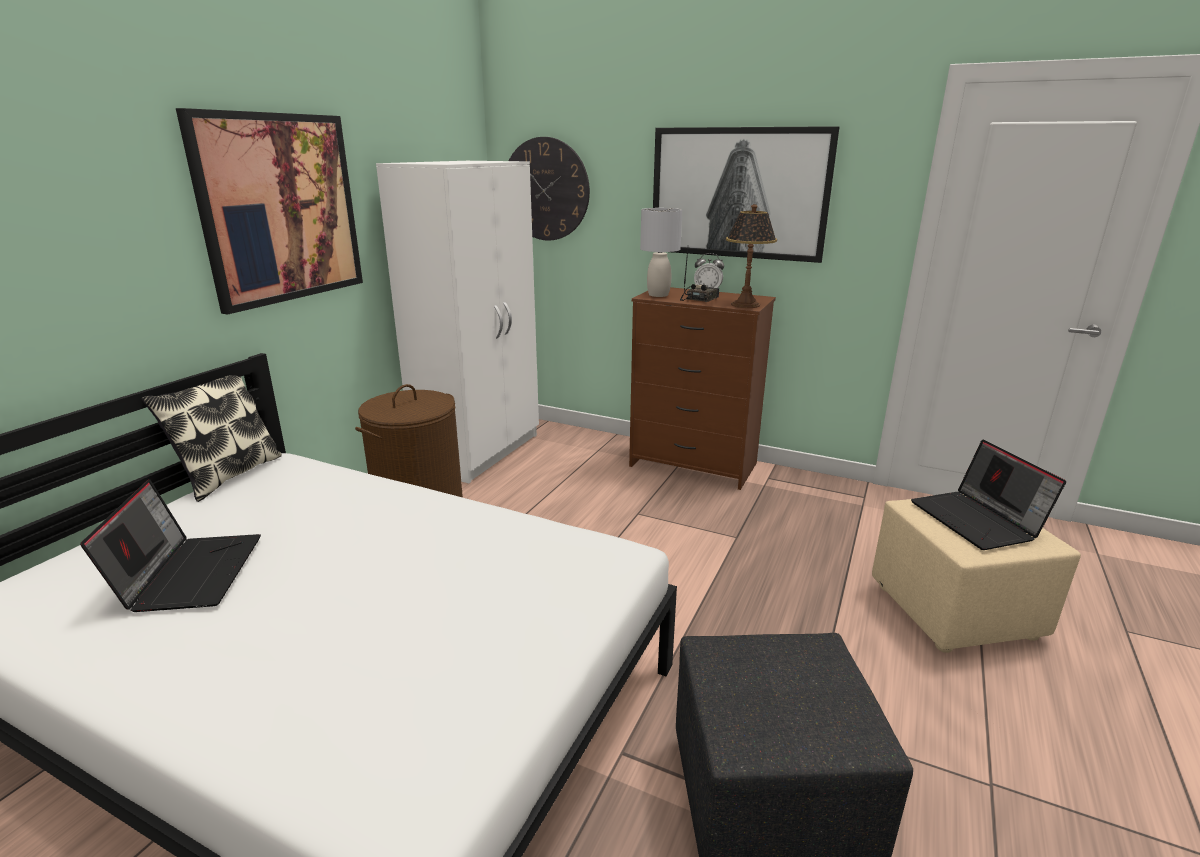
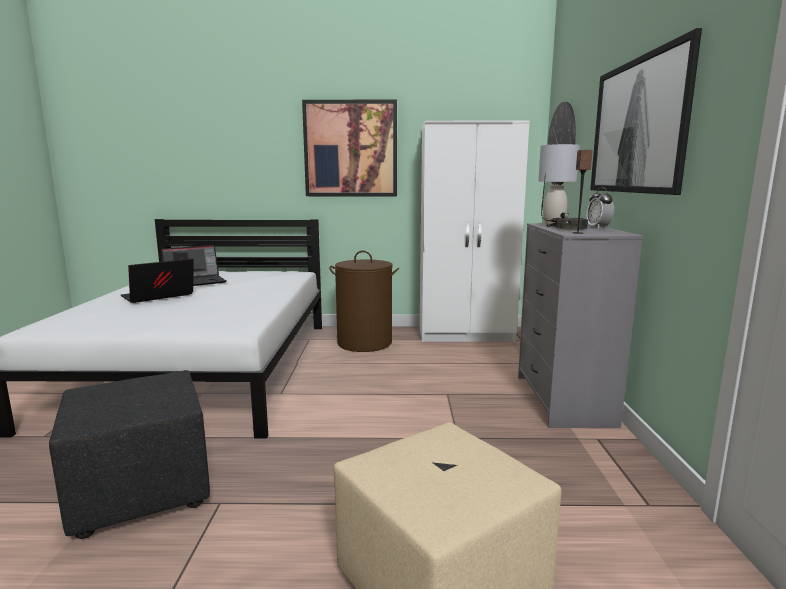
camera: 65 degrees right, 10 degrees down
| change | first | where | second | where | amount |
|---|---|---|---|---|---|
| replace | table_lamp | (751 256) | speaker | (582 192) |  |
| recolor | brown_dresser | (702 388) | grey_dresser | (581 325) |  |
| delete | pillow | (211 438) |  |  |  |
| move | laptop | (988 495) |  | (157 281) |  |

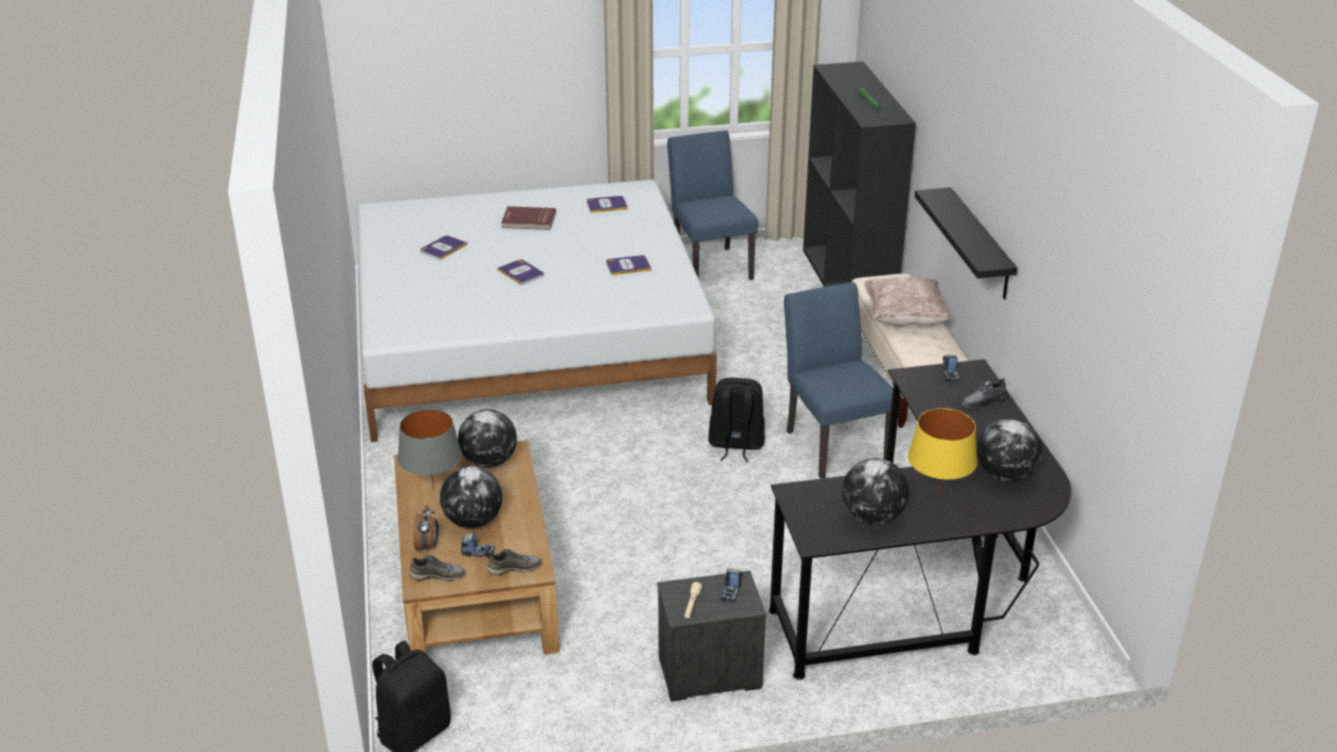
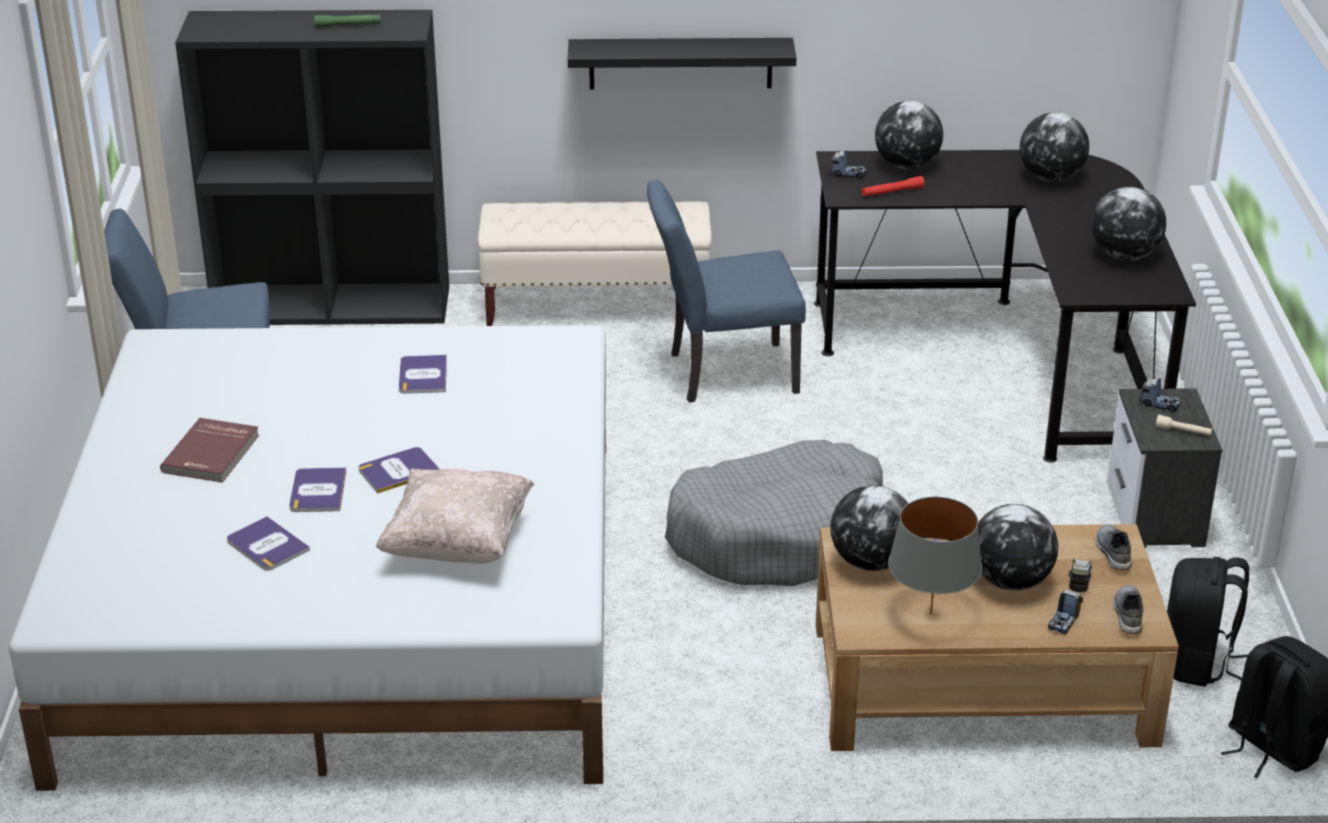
camera: 80 degrees left, 0 degrees up
| change | first | where | second | where | amount |
|---|---|---|---|---|---|
| move | book | (607 204) |  | (317 489) |  |
| move | beige_pillow | (907 301) |  | (455 516) |  |
| move | black_backpack | (736 420) |  | (1208 622) |  |
| replace | grey_shoe | (985 393) | globe | (909 135) |  |
| delete | yellow_table_lamp | (942 451) |  |  |  |
| replace | alarm_clock | (426 529) | toy_truck | (1065 611) |  |
| insert |  |  | red_flashlight | (893 186) |  |
| insert |  |  | grey_dog_bed | (774 513) |  |

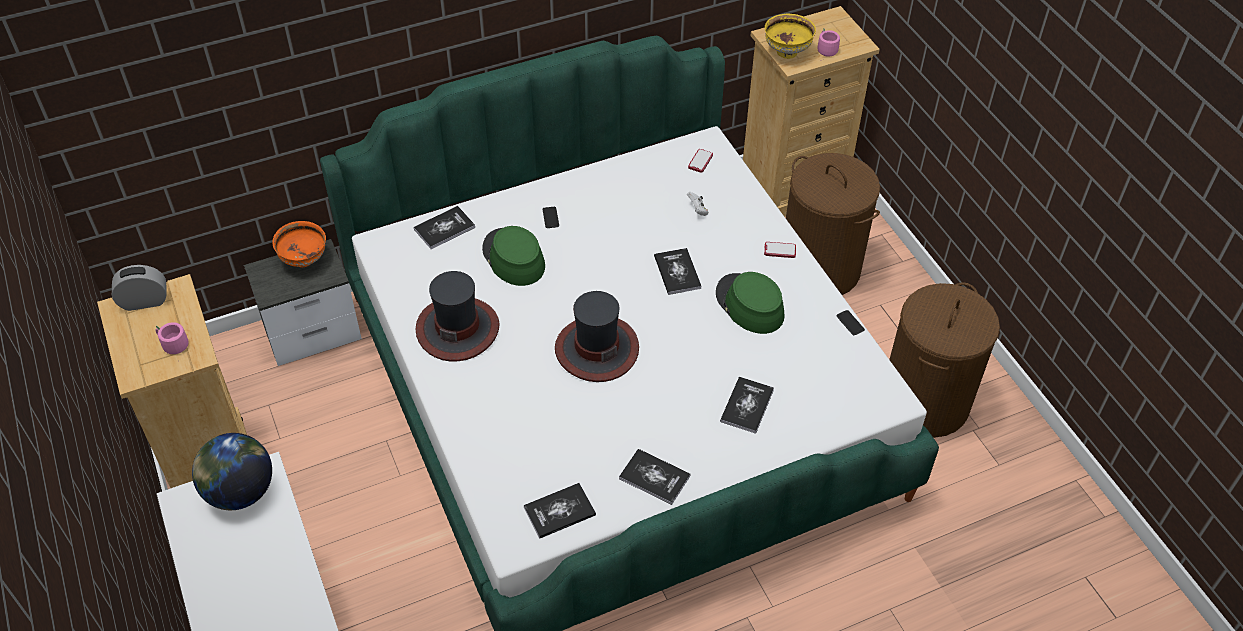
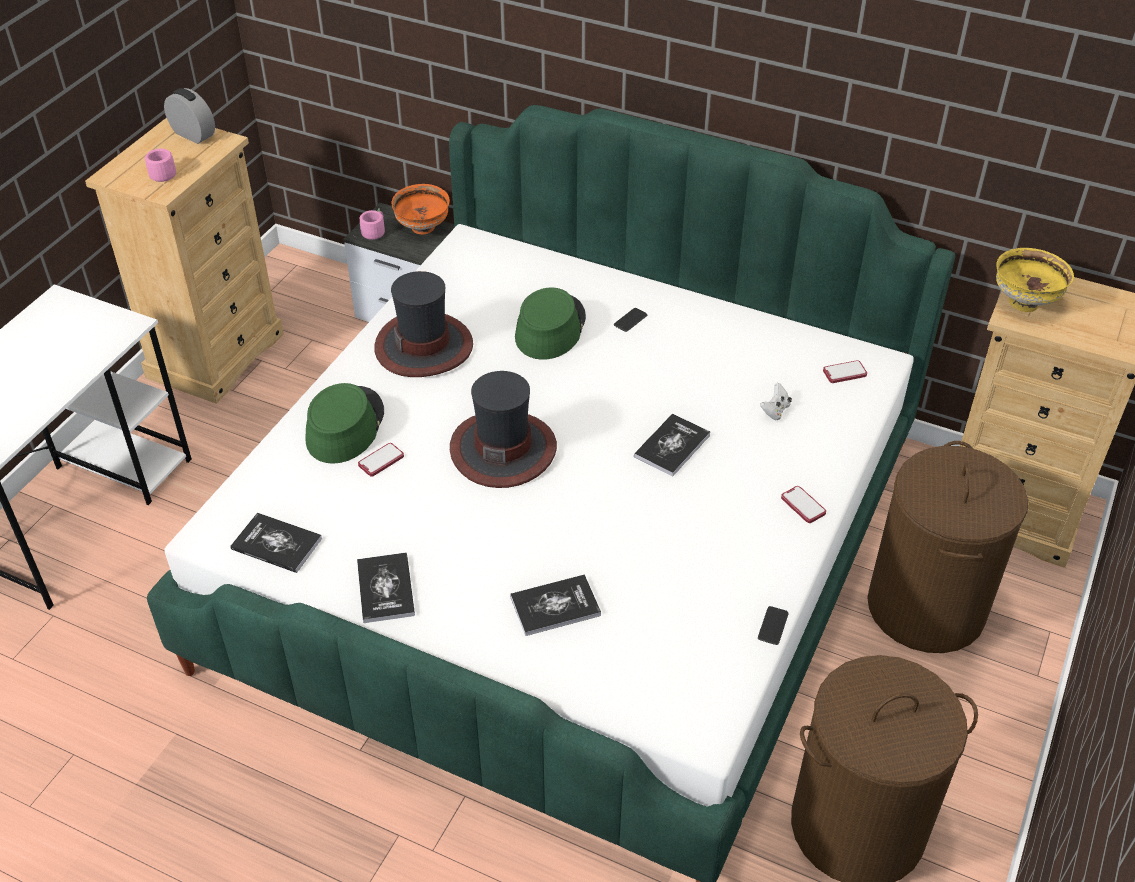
camera: 50 degrees right, 5 degrees down
| change | first | where | second | where | amount |
|---|---|---|---|---|---|
| move | pink_mug | (829 44) |  | (369 224) |  |
| delete | book | (444 227) |  |  |  |
| move | green_hat | (750 303) |  | (345 423) |  |
| delete | globe | (232 471) |  |  |  |
| insert |  |  | phone | (381 460) |  |

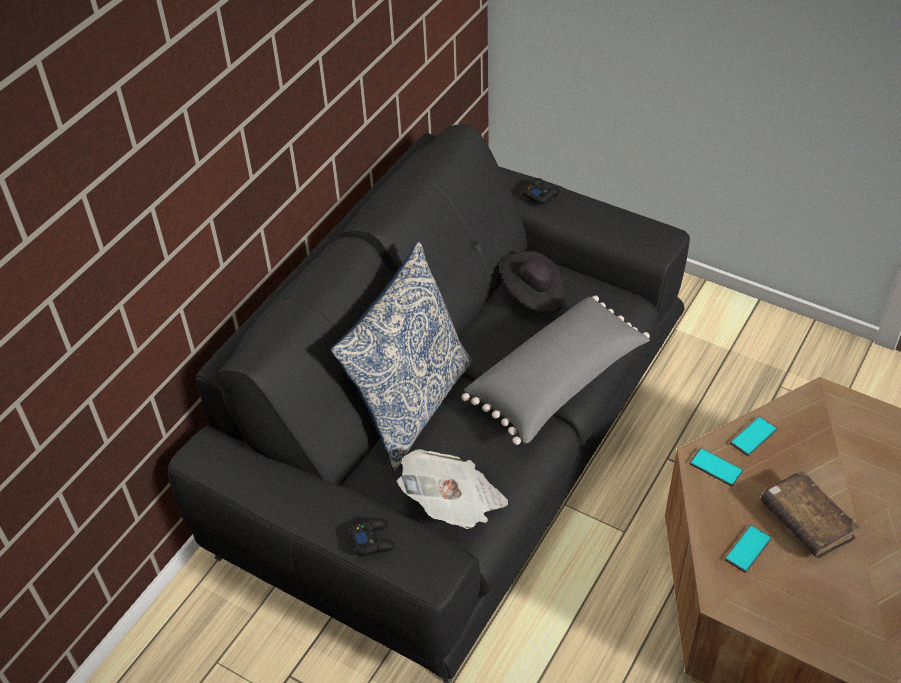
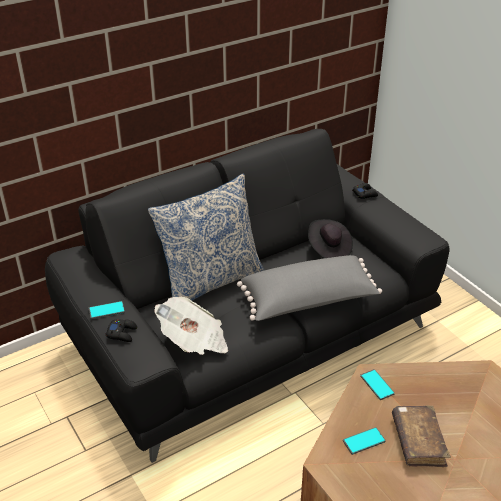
camera: 25 degrees right, 10 degrees down
| change | first | where | second | where | amount |
|---|---|---|---|---|---|
| move | phone | (753 436) |  | (107 310) |  |

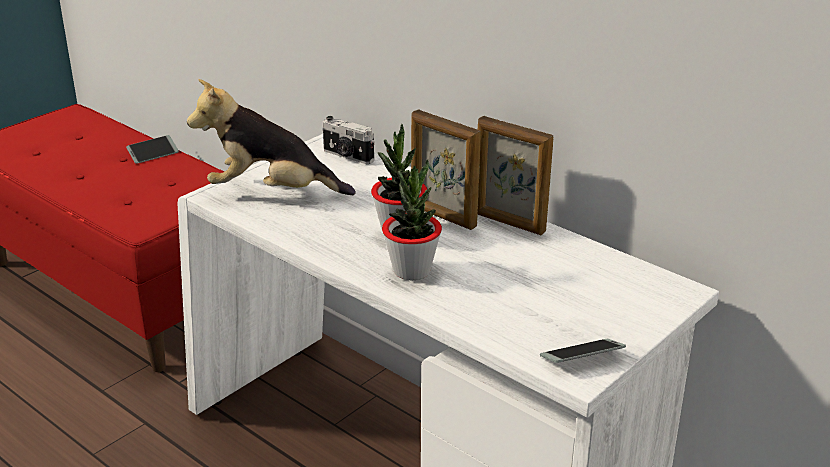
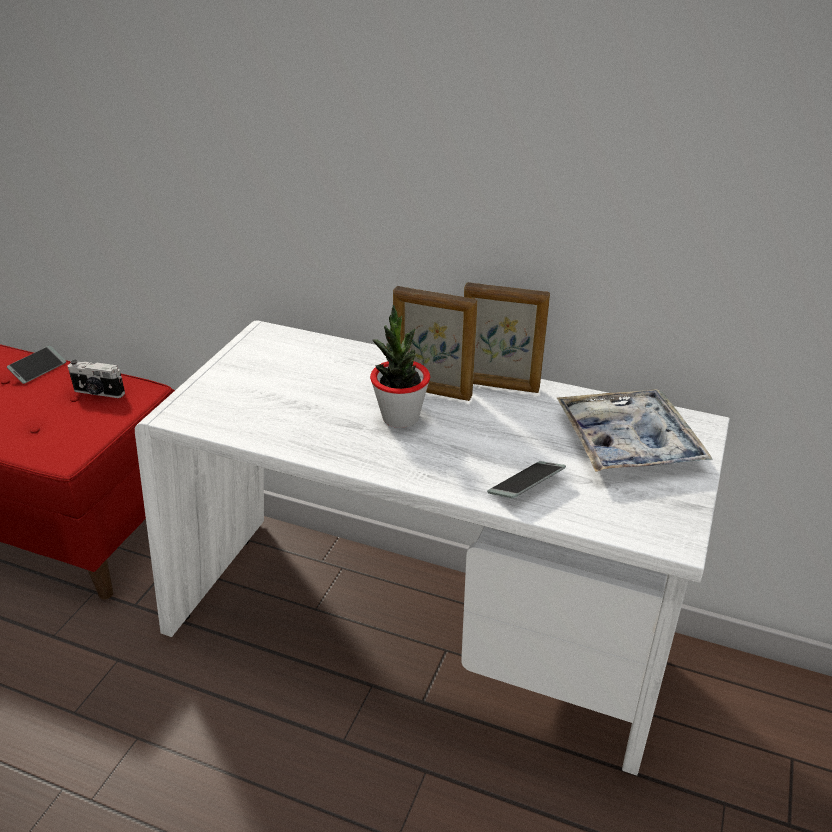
camera: 20 degrees left, 5 degrees up
| change | first | where | second | where | amount |
|---|---|---|---|---|---|
| delete | plush_toy | (271 137) |  |  |  |
| move | photo_camera | (348 140) |  | (96 379) |  |
| delete | potted_plant | (412 219) |  |  |  |
| move | phone | (583 351) |  | (526 479) |  |
| insert |  |  | tray | (635 430) |  |

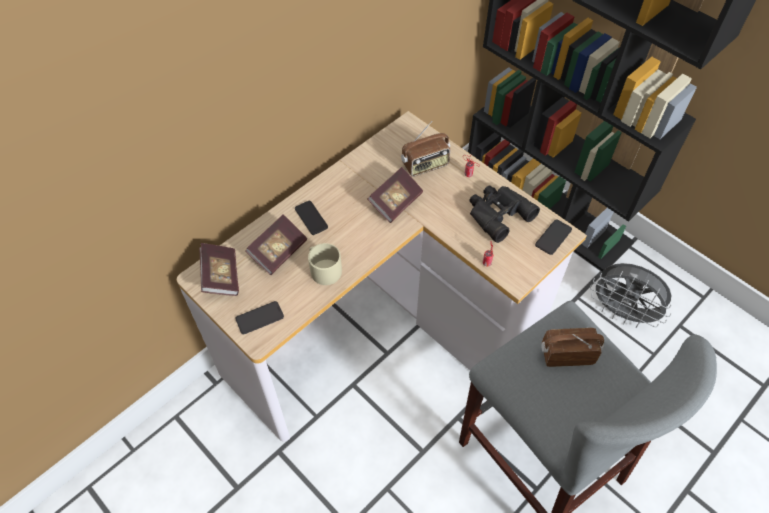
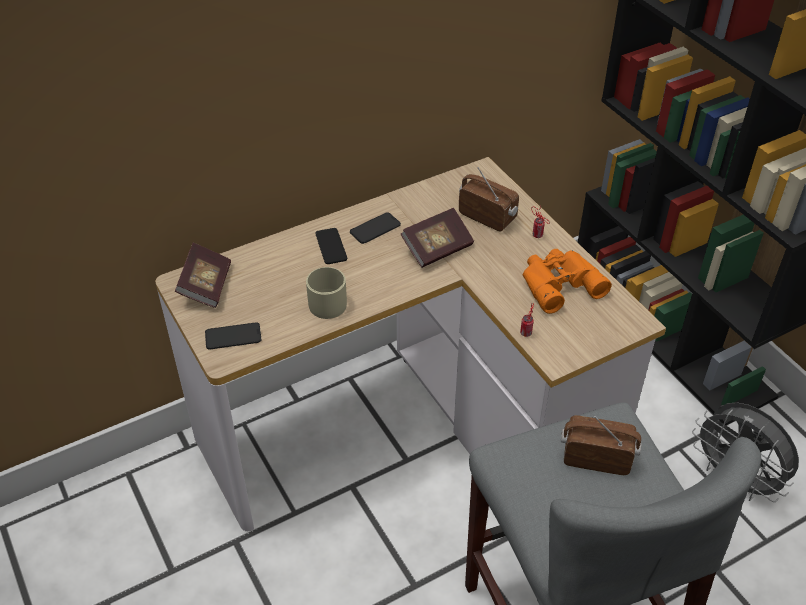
camera: 15 degrees right, 10 degrees down
| change | first | where | second | where | amount |
|---|---|---|---|---|---|
| rotate | radio | (425 149) |  | (489 199) | 135 degrees counterclockwise |
| recolor | black_binoculars | (504 214) | orange_binoculars | (567 281) |  |
| delete | book | (276 244) |  |  |  |
| move | phone | (553 237) |  | (375 228) |  |

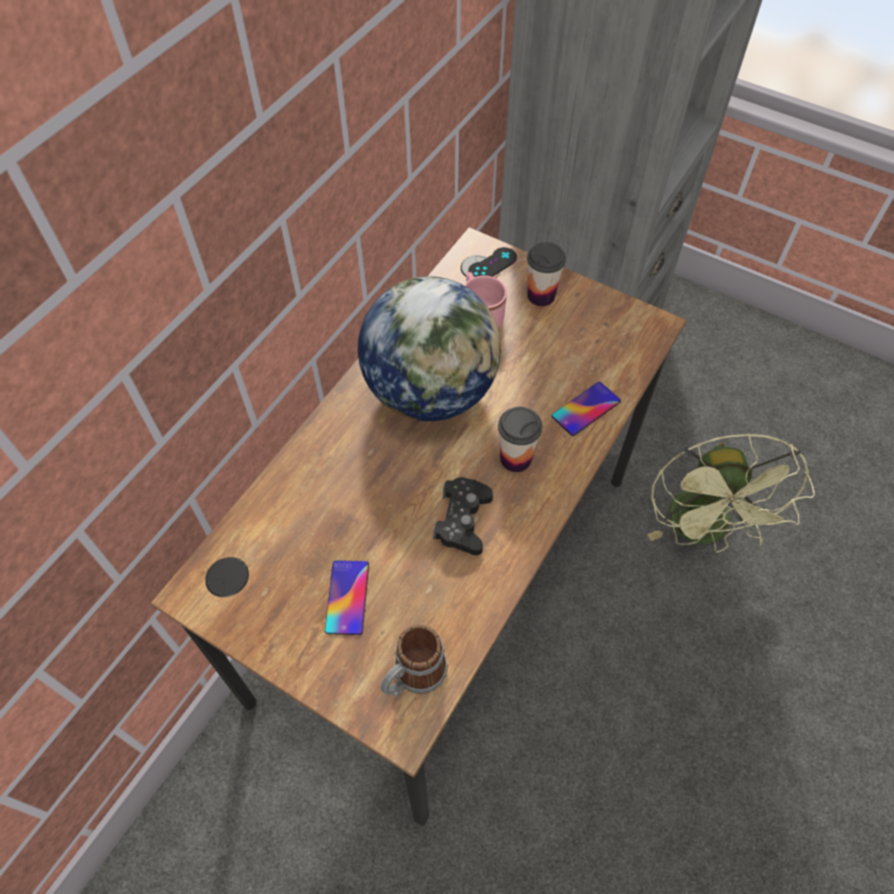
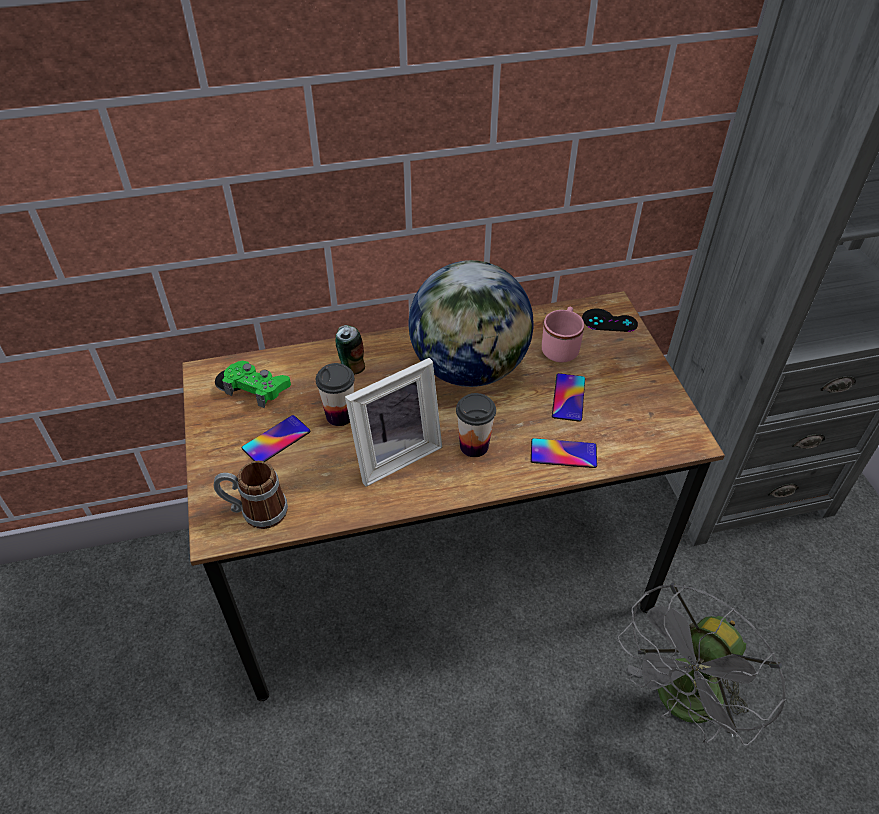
camera: 45 degrees right, 10 degrees down
| change | first | where | second | where | amount |
|---|---|---|---|---|---|
| move | cup | (546 274) |  | (335 394) |  |
| recolor | green_fan | (731 493) | grey_fan | (702 664) |  |
| replace | black_game_controller | (463 516) | picture_frame | (393 422) |  |
| insert |  |  | can | (350 350) |  |
| insert |  |  | green_game_controller | (256 384) |  |
| insert |  |  | phone | (568 397) |  |

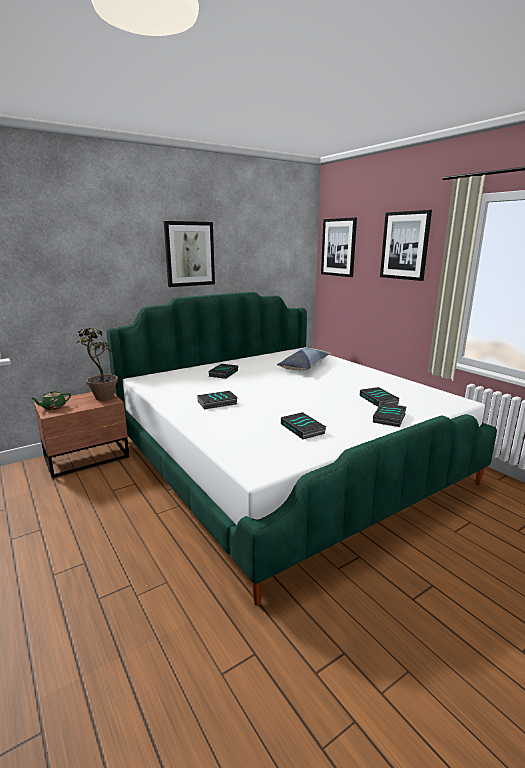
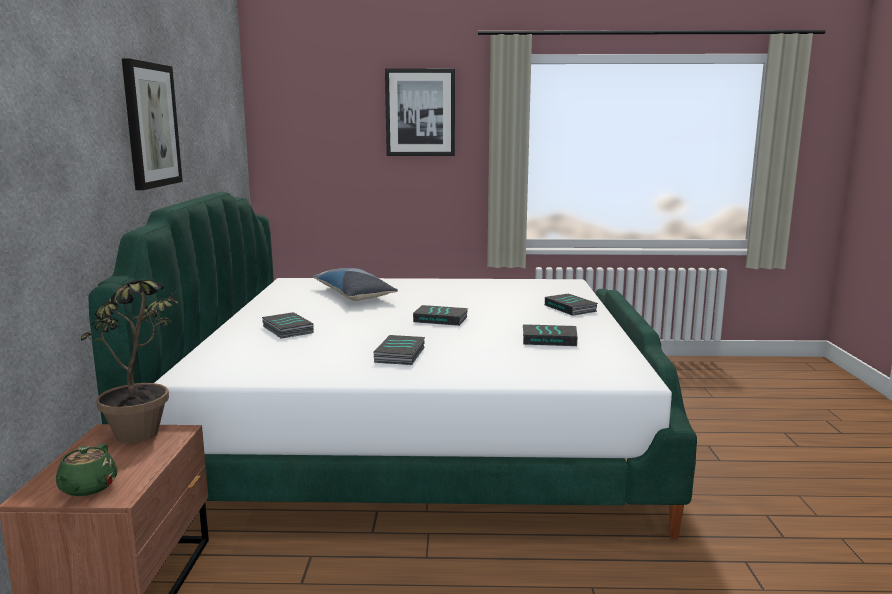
camera: 55 degrees left, 5 degrees down
| change | first | where | second | where | amount |
|---|---|---|---|---|---|
| delete | picture | (339 247) |  |  |  |
| move | book | (380 397) |  | (440 315) |  |

